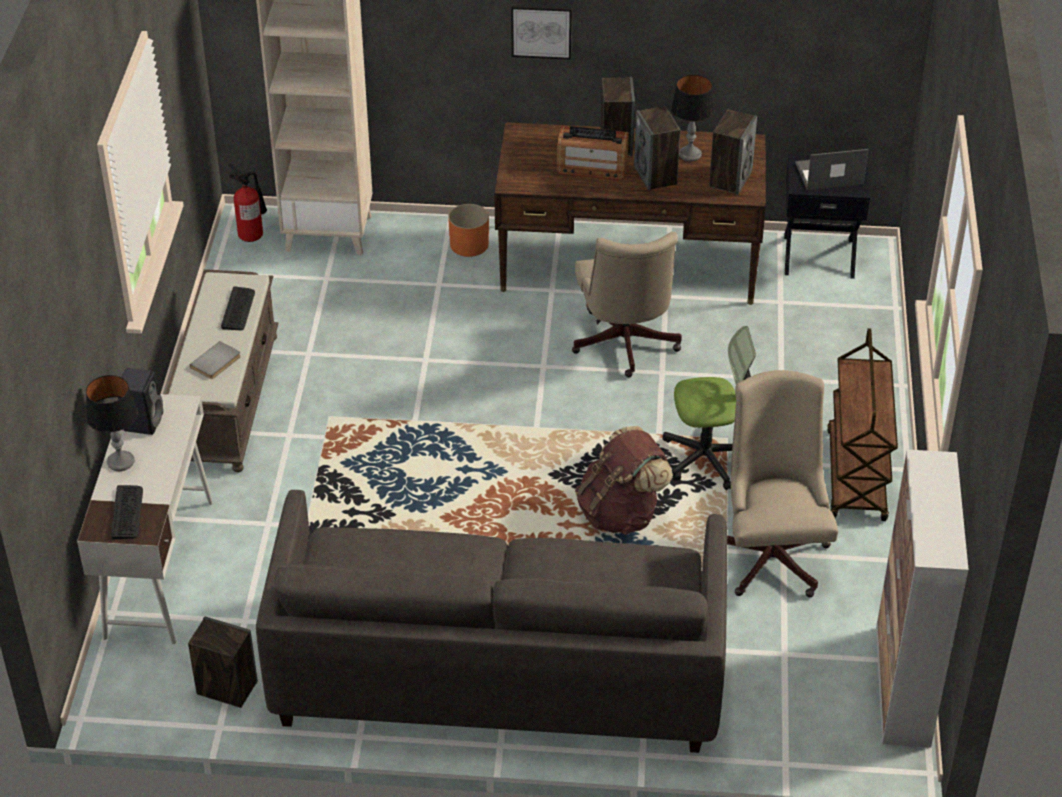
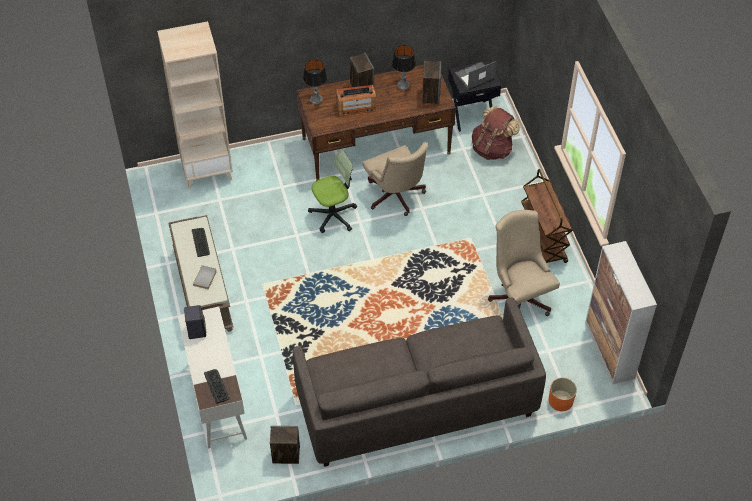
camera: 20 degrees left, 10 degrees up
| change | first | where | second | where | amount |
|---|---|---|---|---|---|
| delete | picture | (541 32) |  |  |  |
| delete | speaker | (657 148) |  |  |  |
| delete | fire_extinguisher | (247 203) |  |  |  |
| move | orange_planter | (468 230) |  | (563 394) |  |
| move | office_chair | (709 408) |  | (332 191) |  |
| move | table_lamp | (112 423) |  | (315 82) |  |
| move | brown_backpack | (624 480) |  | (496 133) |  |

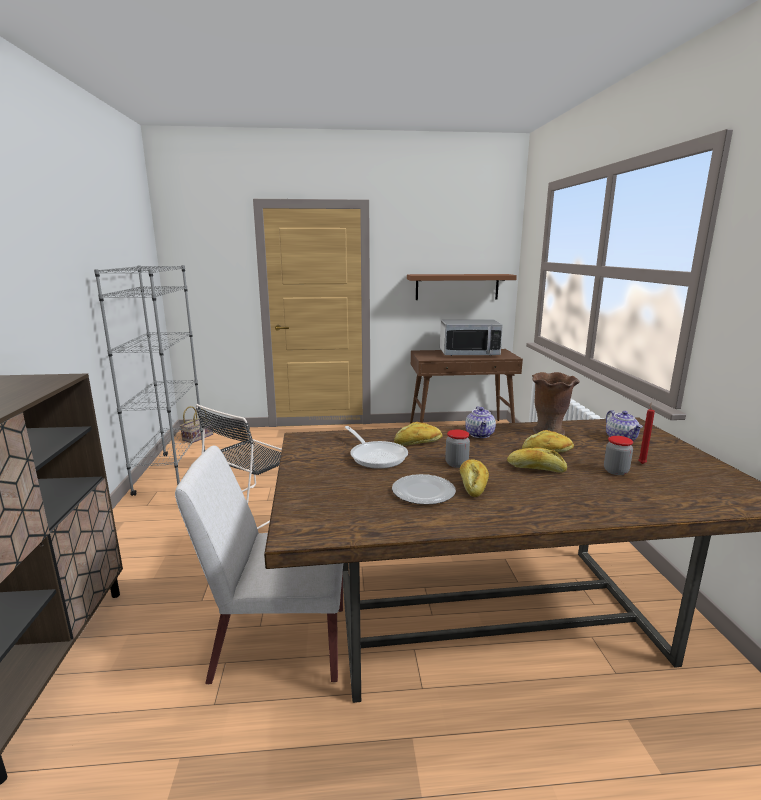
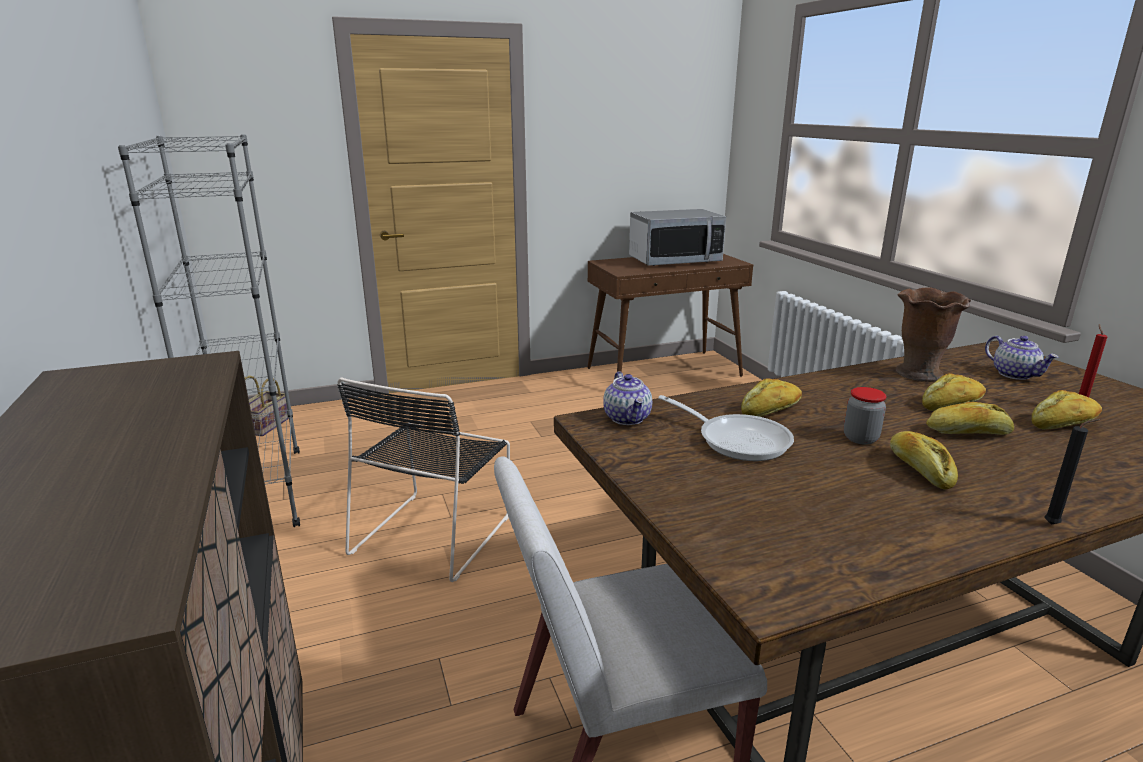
camera: 15 degrees left, 5 degrees up
| change | first | where | second | where | amount |
|---|---|---|---|---|---|
| delete | brown_shelf | (462 287) |  |  |  |
| move | teapot | (480 422) |  | (627 398) |  |
| replace | jar | (618 455) | bread | (1067 409) |  |
| delete | plate | (424 489) |  |  |  |
| insert |  |  | black_candle | (1072 472) |  |

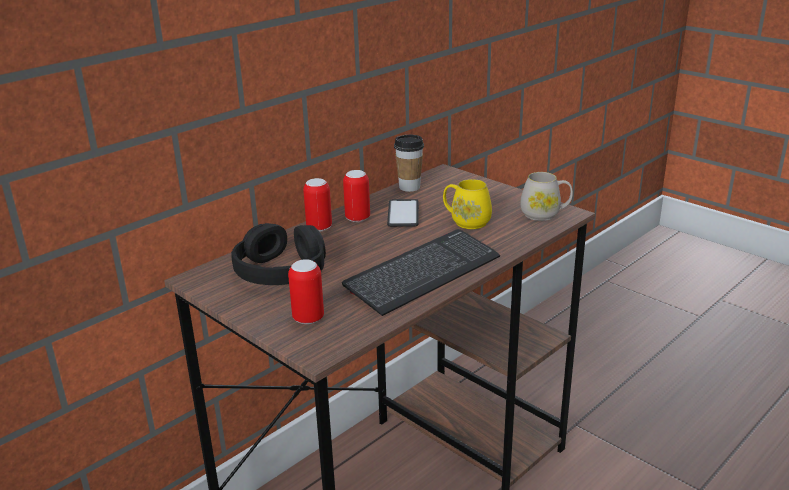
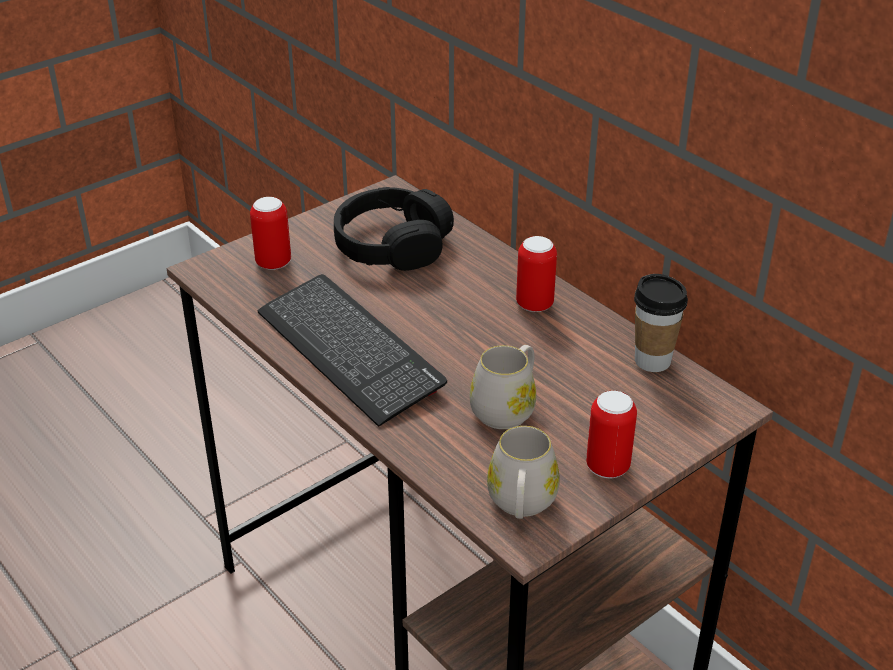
camera: 95 degrees right, 10 degrees up
| change | first | where | second | where | amount |
|---|---|---|---|---|---|
| move | can | (317 205) |  | (611 434) |  |
| recolor | yellow_mug | (467 204) | white_mug | (503 387) |  |
| delete | phone | (403 213) |  |  |  |

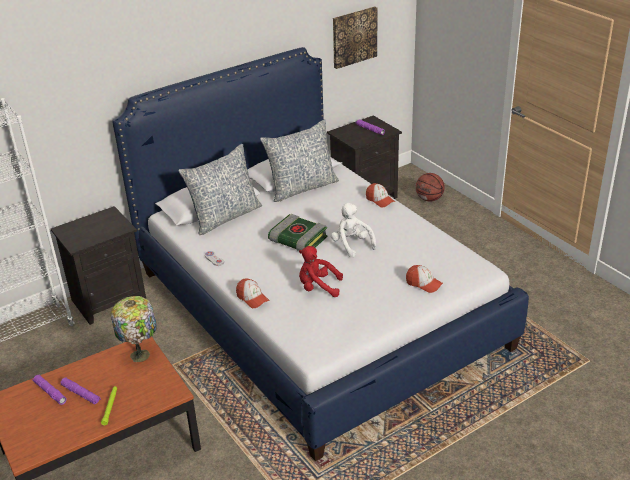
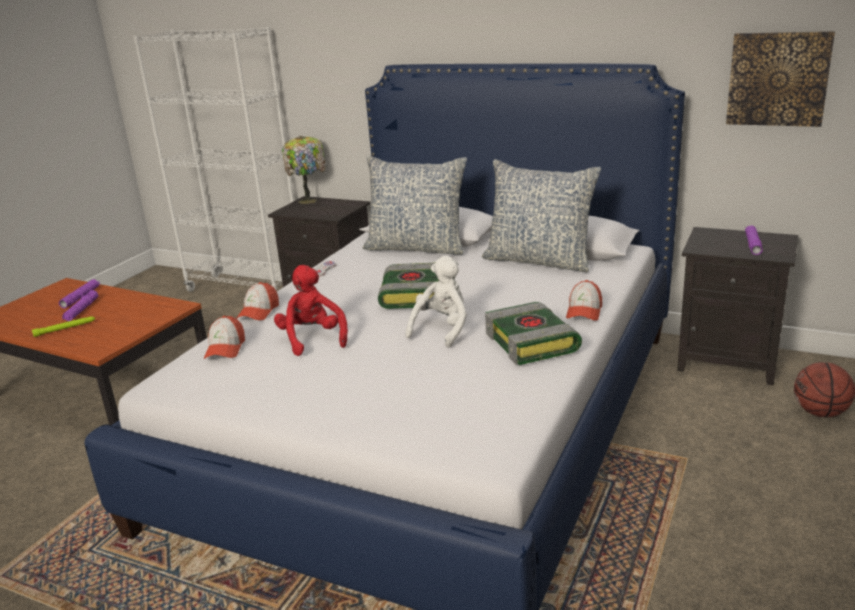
camera: 60 degrees right, 10 degrees down
| change | first | where | second | where | amount |
|---|---|---|---|---|---|
| move | cap | (424 279) |  | (224 337) |  |
| move | table_lamp | (134 329) |  | (304 170) |  |
| insert |  |  | book | (533 333) |  |

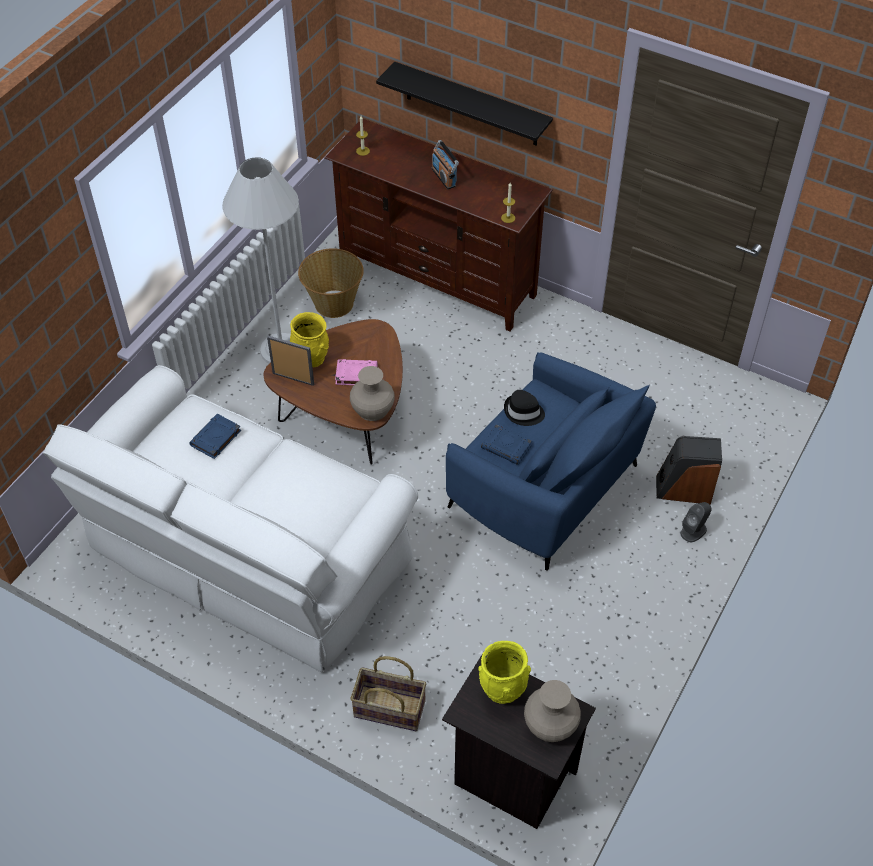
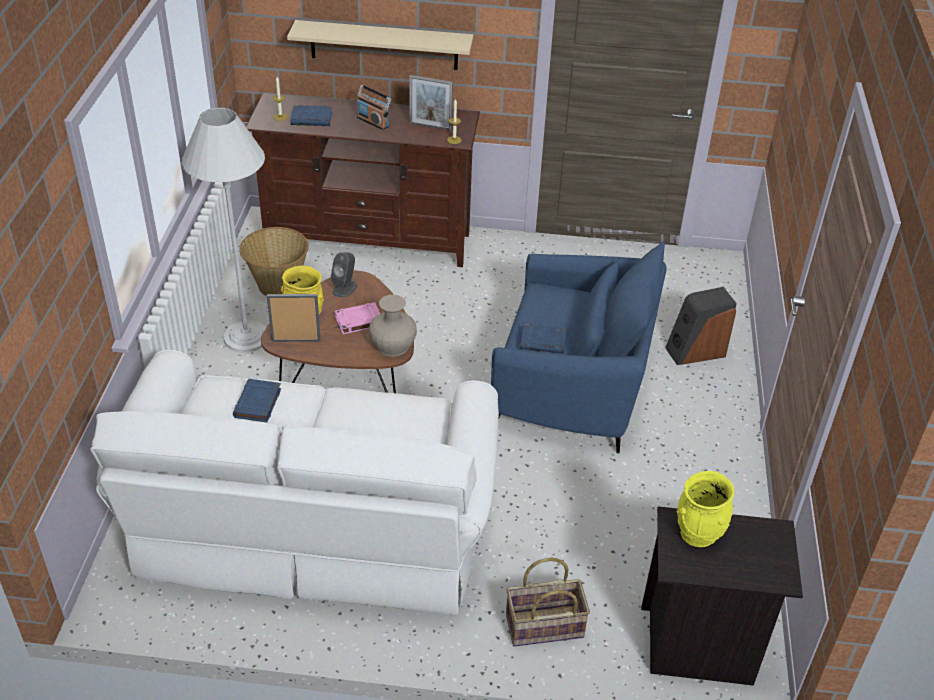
camera: 25 degrees left, 10 degrees down
| change | first | where | second | where | amount |
|---|---|---|---|---|---|
| recolor | black_shelf | (464 103) | beige_shelf | (380 45) |  |
| delete | black_hat | (524 408) |  |  |  |
| move | grey_speaker | (695 522) |  | (344 275) |  |
| delete | beige_vase | (552 711) |  |  |  |
| insert |  |  | picture_frame | (431 103) |  |
| insert |  |  | blue_book | (311 115) |  |

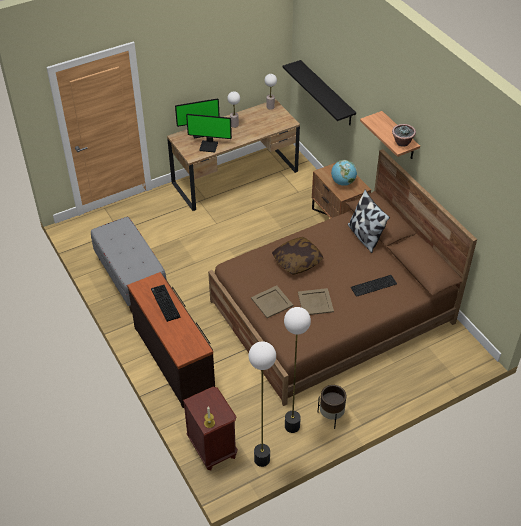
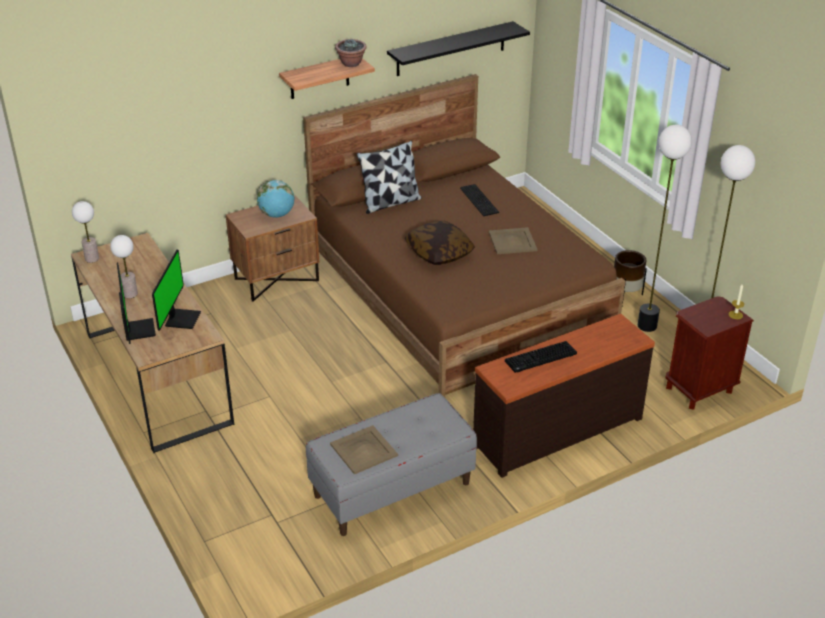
camera: 90 degrees left, 10 degrees down
| change | first | where | second | where | amount |
|---|---|---|---|---|---|
| move | black_shelf | (319 92) |  | (458 48) |  |
| move | beige_tray | (272 302) |  | (364 449) |  |

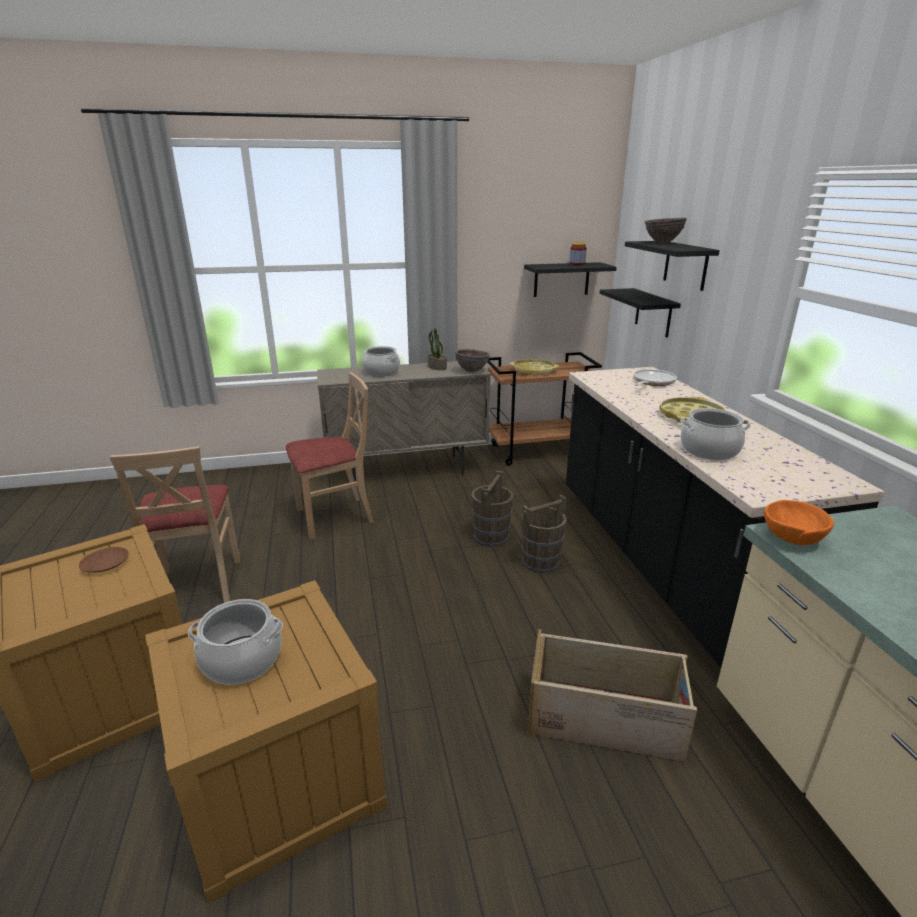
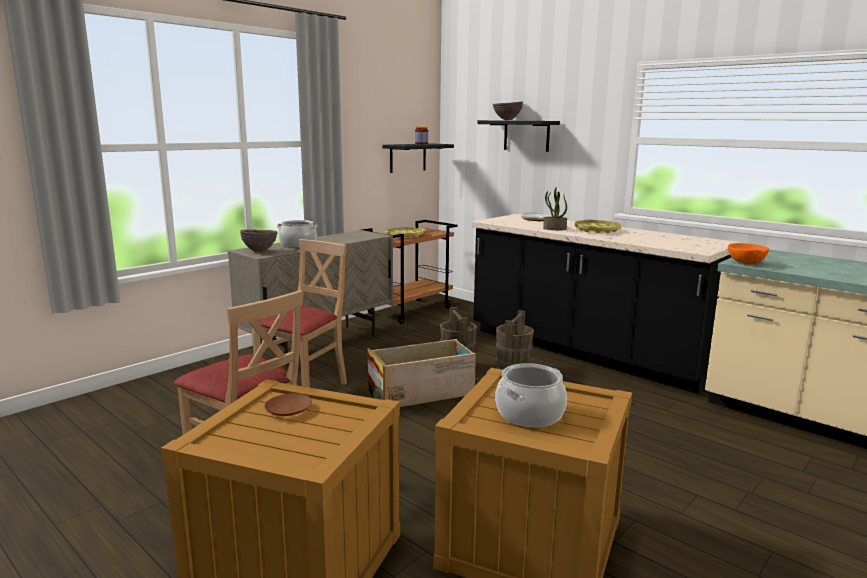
camera: 35 degrees left, 10 degrees down
| change | first | where | second | where | amount |
|---|---|---|---|---|---|
| delete | black_shelf | (640 313) |  |  |  |
| move | potted_plant | (437 348) |  | (555 208) |  |
| move | brown_bowl | (472 360) |  | (259 240) |  |
| delete | cooking_pot | (715 434) |  |  |  |
| move | crate | (612 695) |  | (422 373) |  |

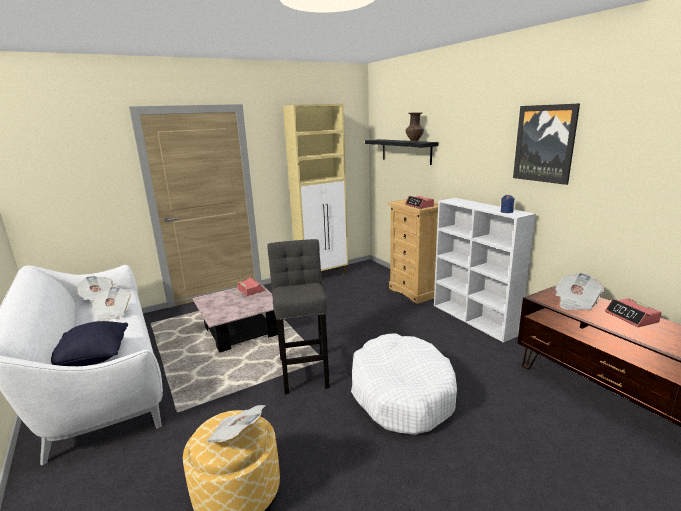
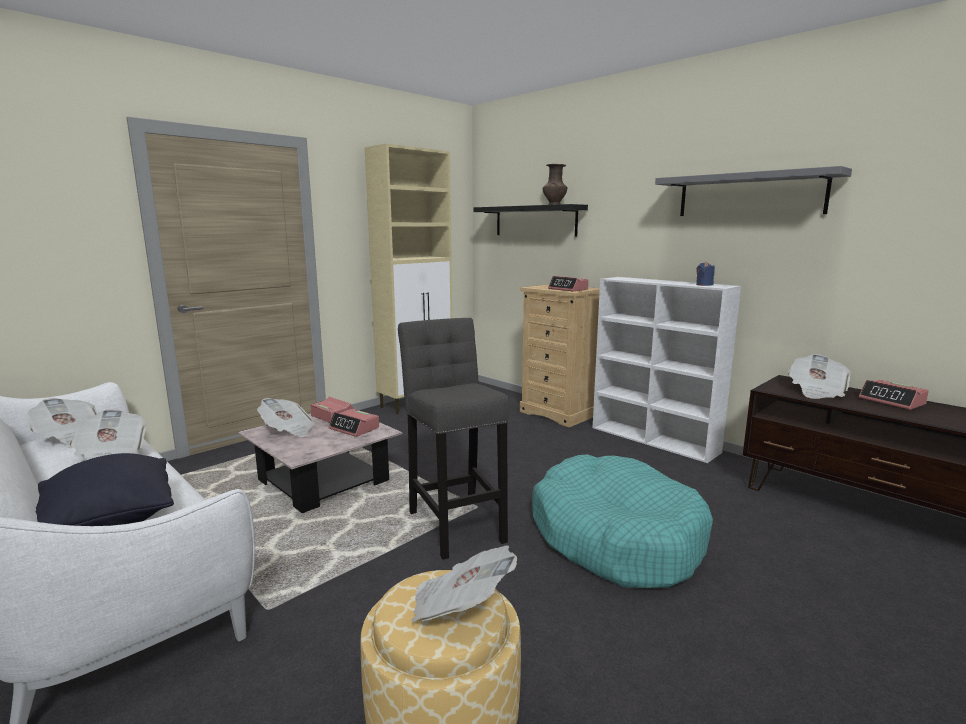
camera: 15 degrees left, 5 degrees down
| change | first | where | second | where | amount |
|---|---|---|---|---|---|
| replace | picture | (546 144) | grey_shelf | (753 191) |  |
| recolor | white_dog_bed | (404 384) | turquoise_dog_bed | (622 521) |  |
| insert |  |  | newspaper | (286 417) |  |
| insert |  |  | alarm_clock | (353 423) |  |

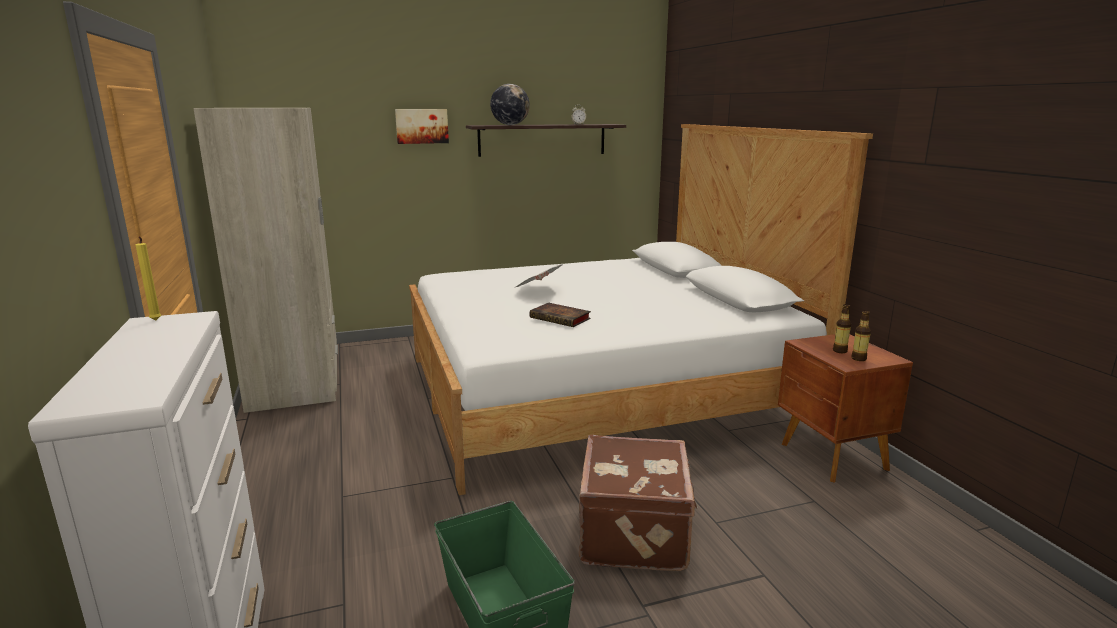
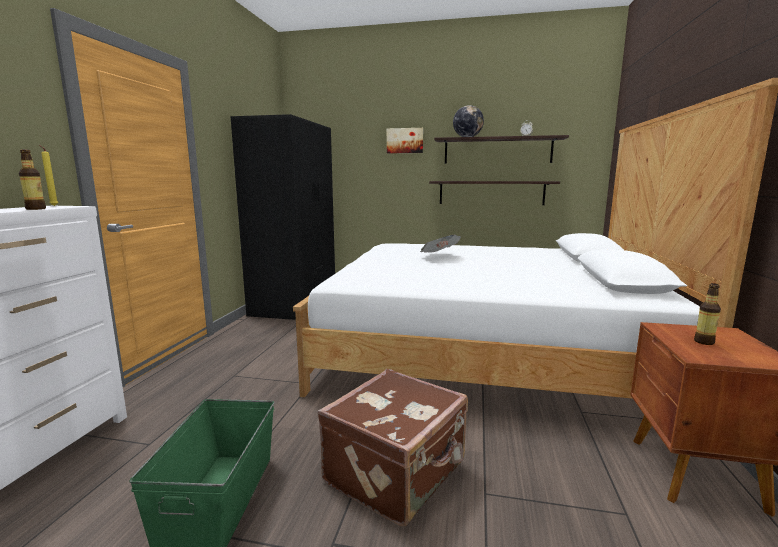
camera: 30 degrees right, 5 degrees down
| change | first | where | second | where | amount |
|---|---|---|---|---|---|
| recolor | beige_wardrobe | (265 260) | black_wardrobe | (282 217) |  |
| delete | book | (560 315) |  |  |  |
| move | bottle | (861 335) |  | (32 179) |  |
| insert |  |  | shelf | (494 193) |  |

